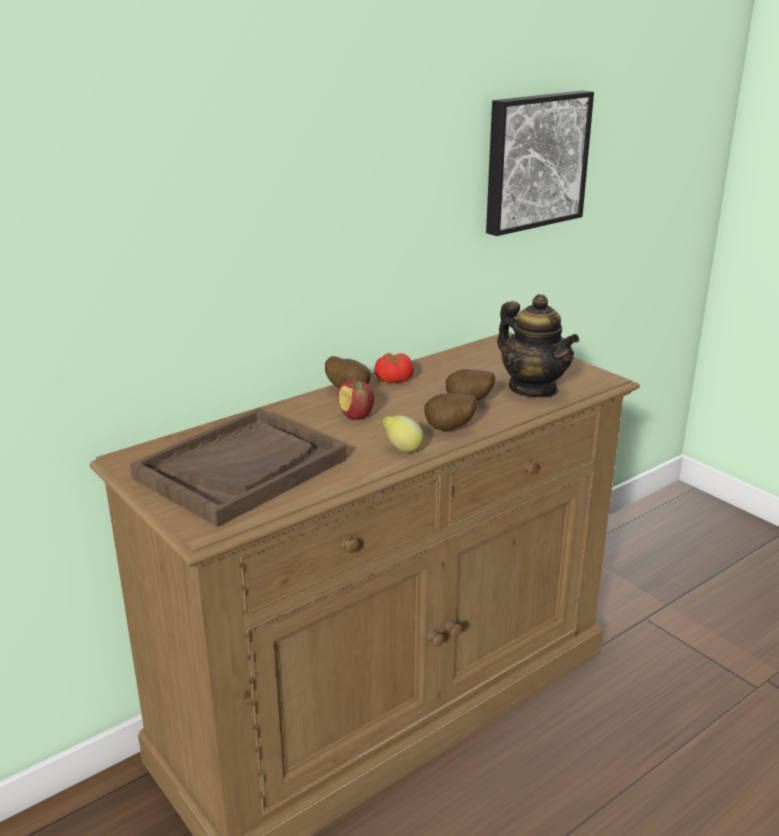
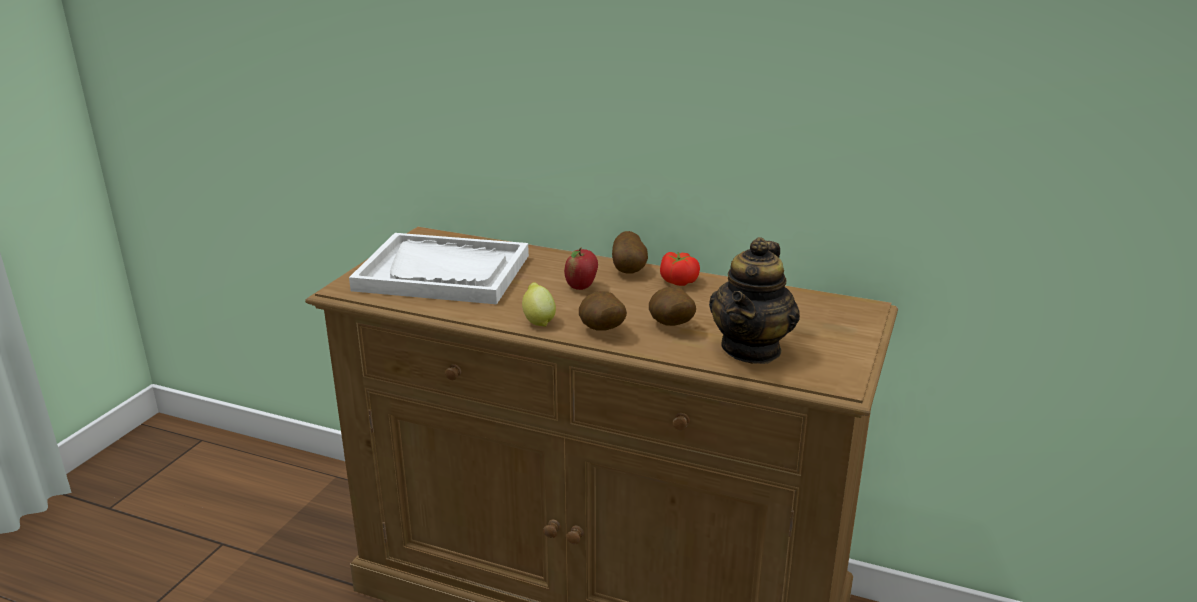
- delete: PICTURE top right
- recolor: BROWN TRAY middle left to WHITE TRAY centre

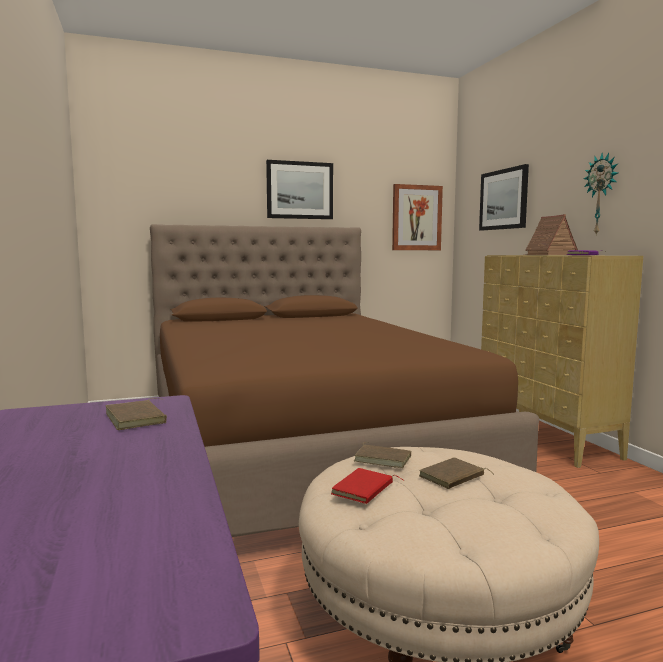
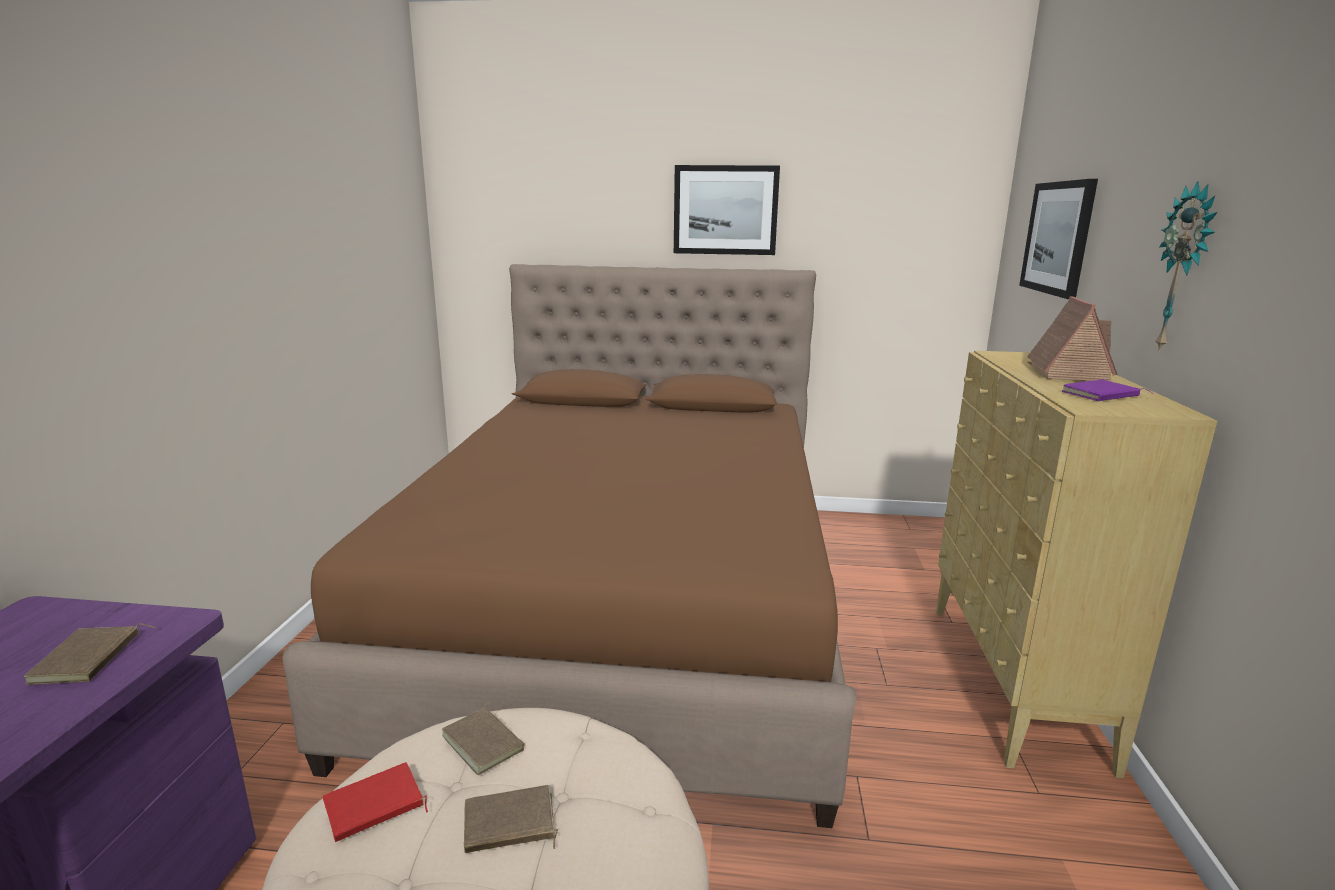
- delete: PICTURE (2nd from left) top centre

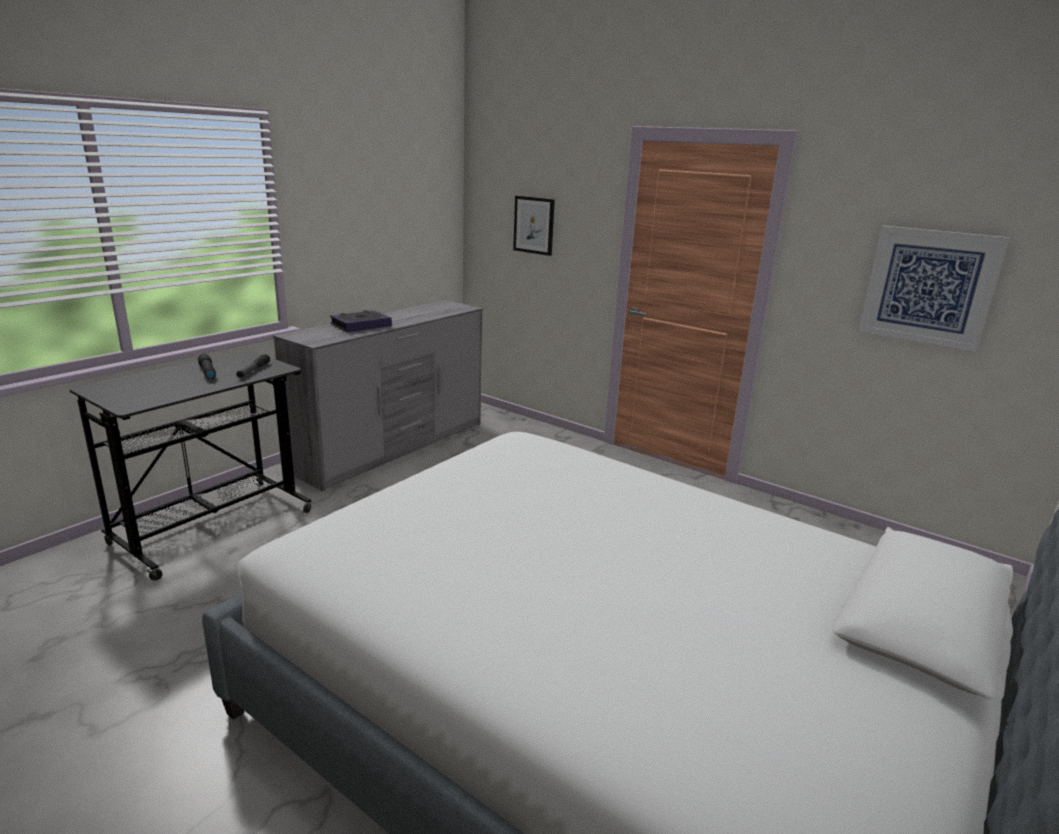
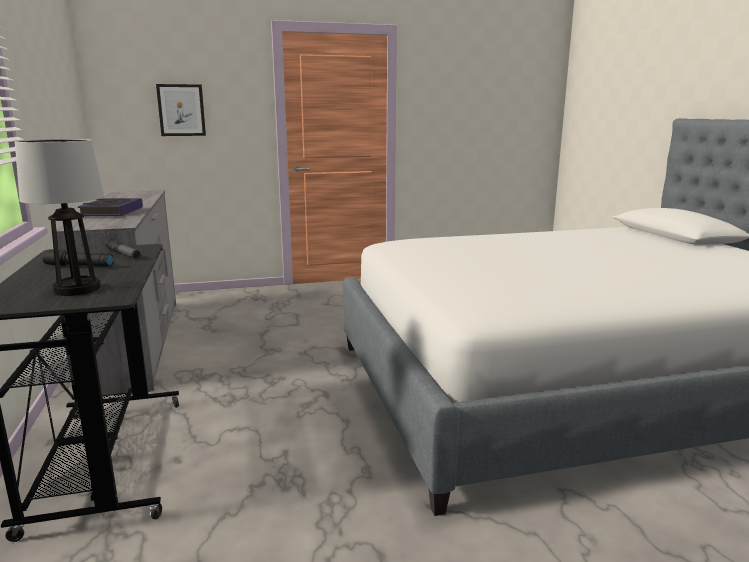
- delete: PICTURE (2nd from left) middle right
- insert: TABLE LAMP middle left

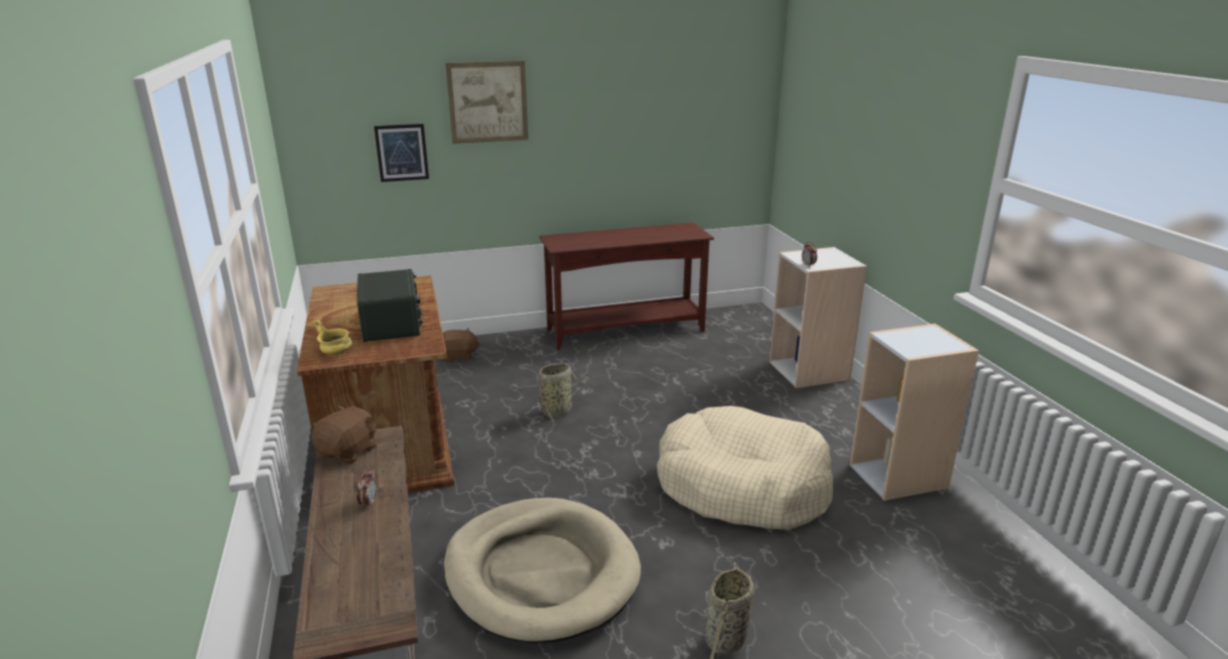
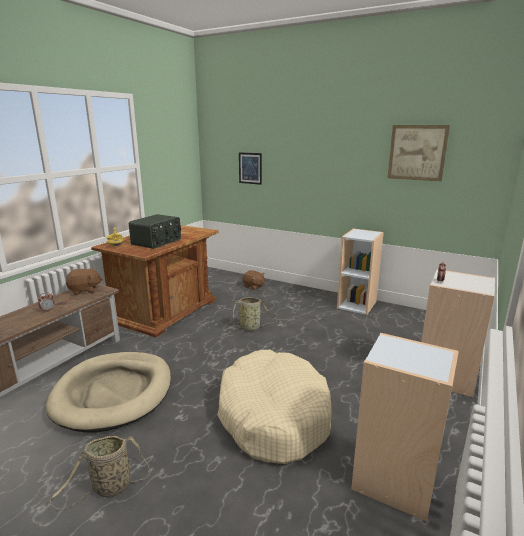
- move: PICTURE (2nd from left) top centre to top right
- replace: BROWN CONSOLE TABLE centre to BOOKCASE (1st from left) middle right

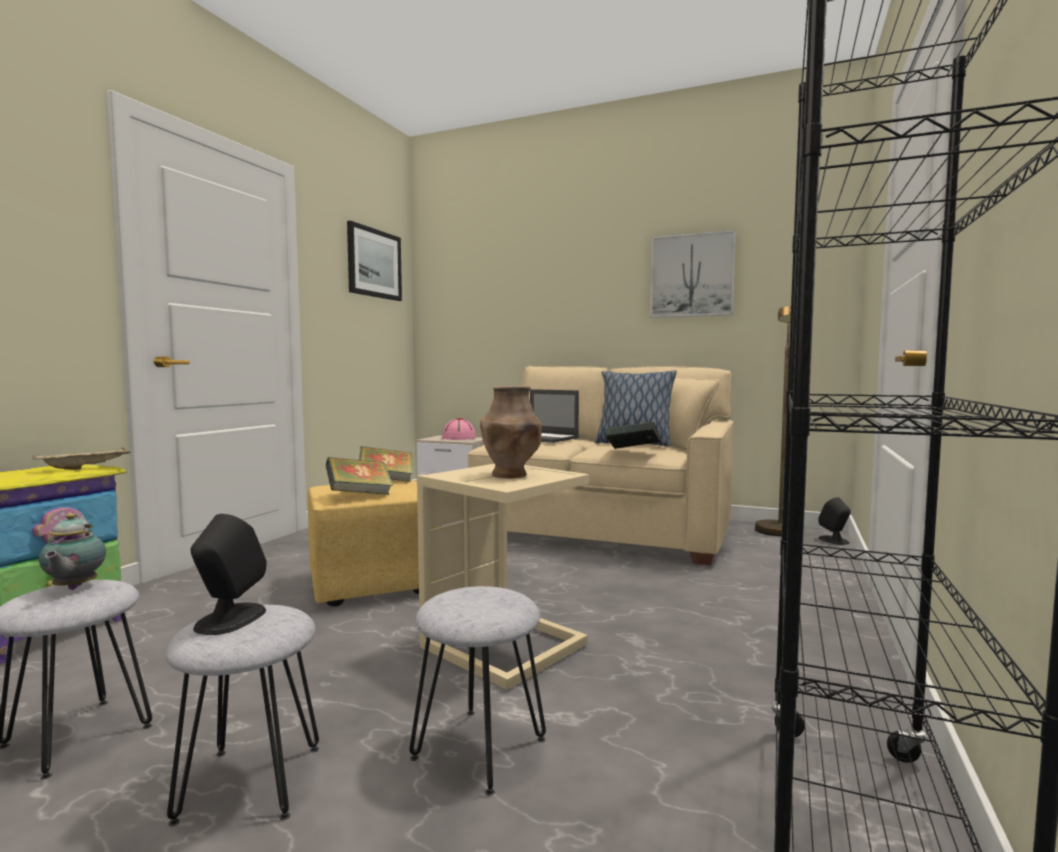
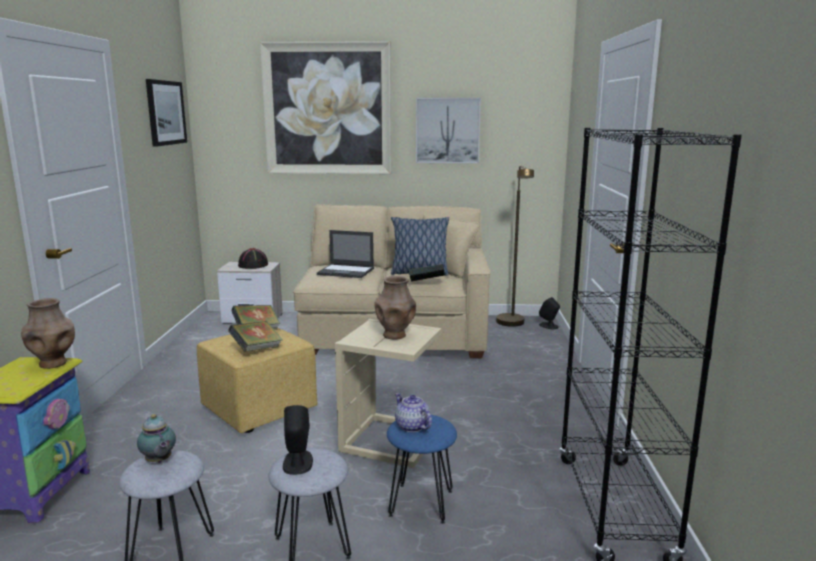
- recolor: PINK HAT centre to BLACK HAT middle left
- replace: BEIGE TRAY middle left to BROWN VASE (1st from left) middle left
- recolor: GREY STOOL (3rd from left) bottom centre to BLUE STOOL bottom centre
- insert: PICTURE (2nd from left) top centre
- insert: TEAPOT (2nd from left) bottom centre

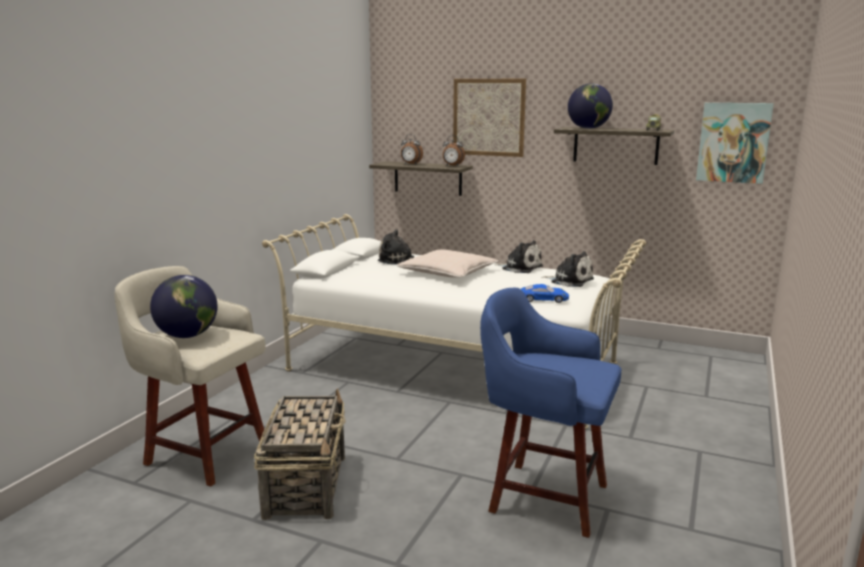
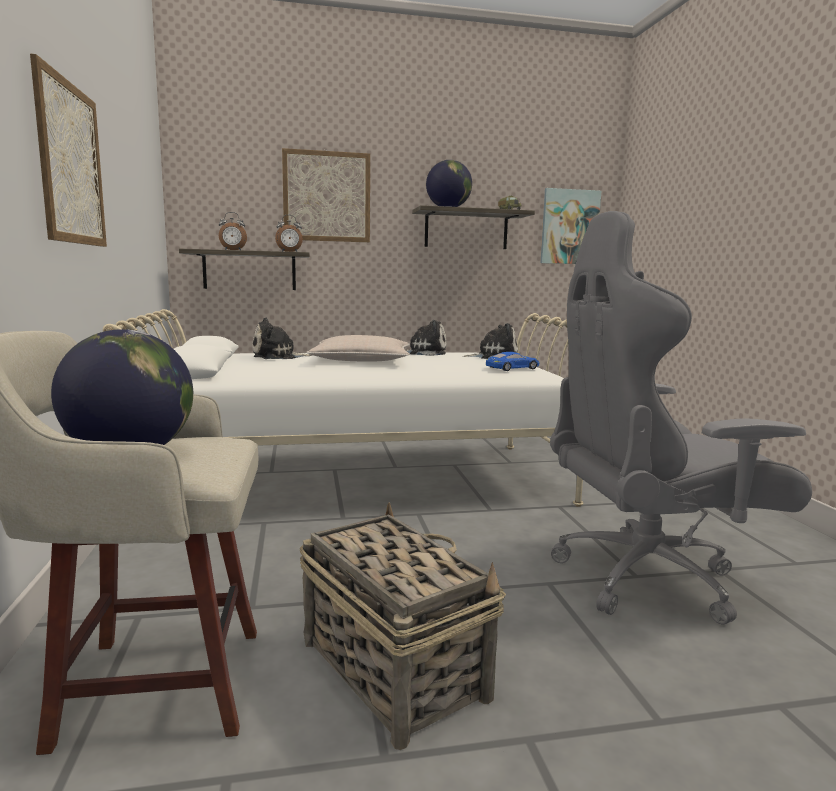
- replace: BLUE STOOL bottom centre to GREY OFFICE CHAIR middle right
- insert: PICTURE (1st from left) top left

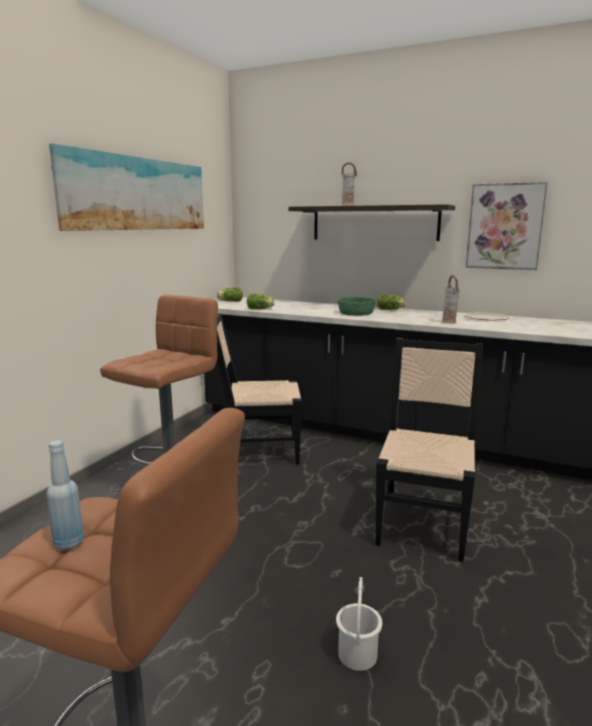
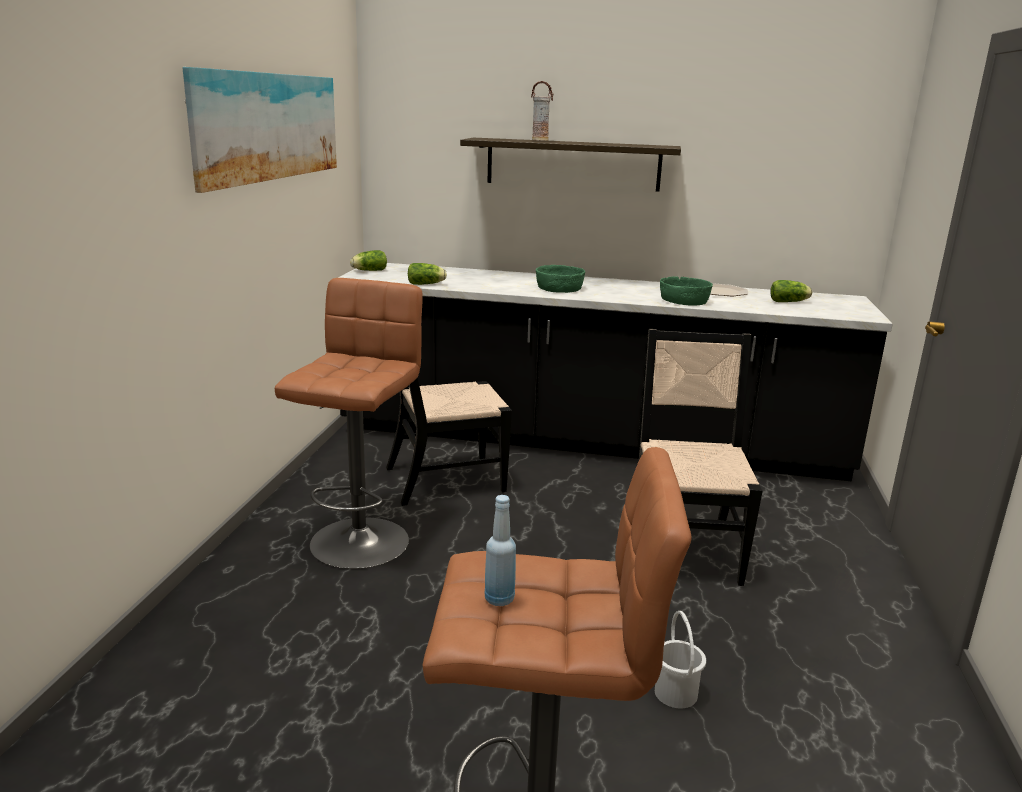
- delete: PICTURE (2nd from left) top right
- replace: VASE (2nd from left) middle right to GREEN BOWL (2nd from left) middle right
- move: LETTUCE (3rd from left) centre to middle right

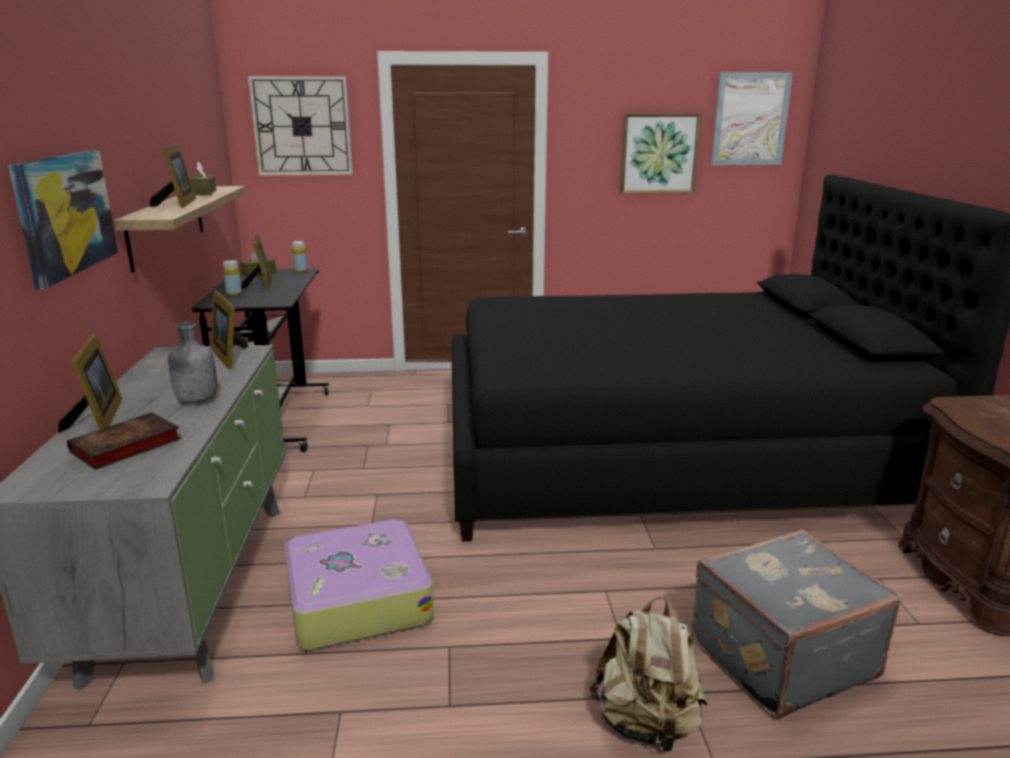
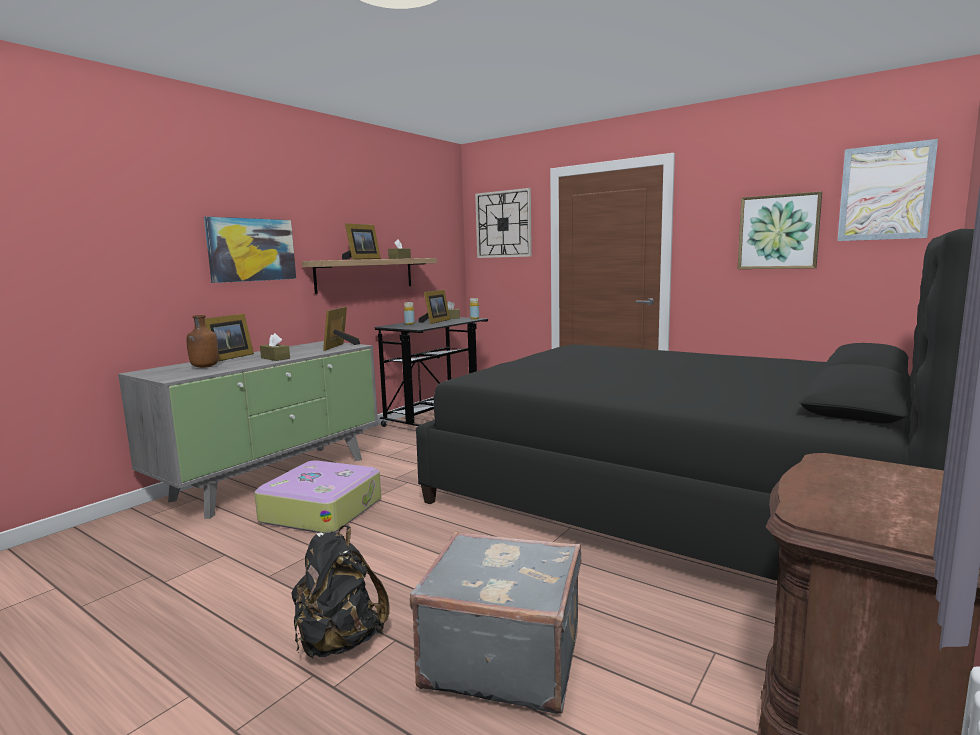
- replace: GREY BOTTLE middle left to BROWN TISSUE BOX (1st from left) middle left
- replace: BOOK middle left to BROWN BOTTLE middle left
- recolor: BEIGE BACKPACK bottom centre to BLACK BACKPACK bottom centre

